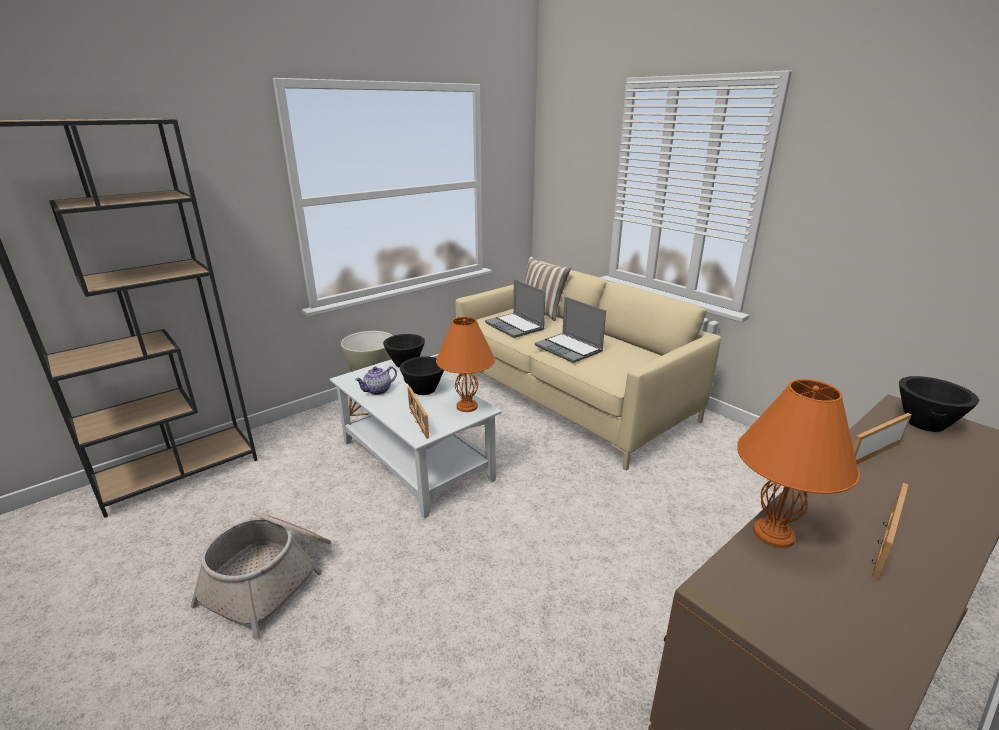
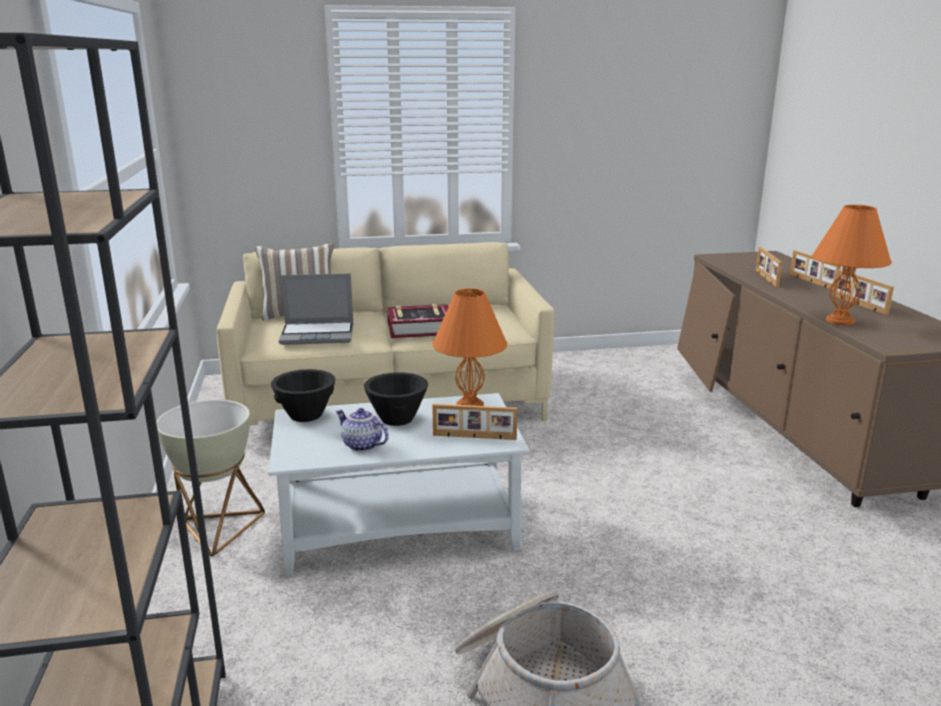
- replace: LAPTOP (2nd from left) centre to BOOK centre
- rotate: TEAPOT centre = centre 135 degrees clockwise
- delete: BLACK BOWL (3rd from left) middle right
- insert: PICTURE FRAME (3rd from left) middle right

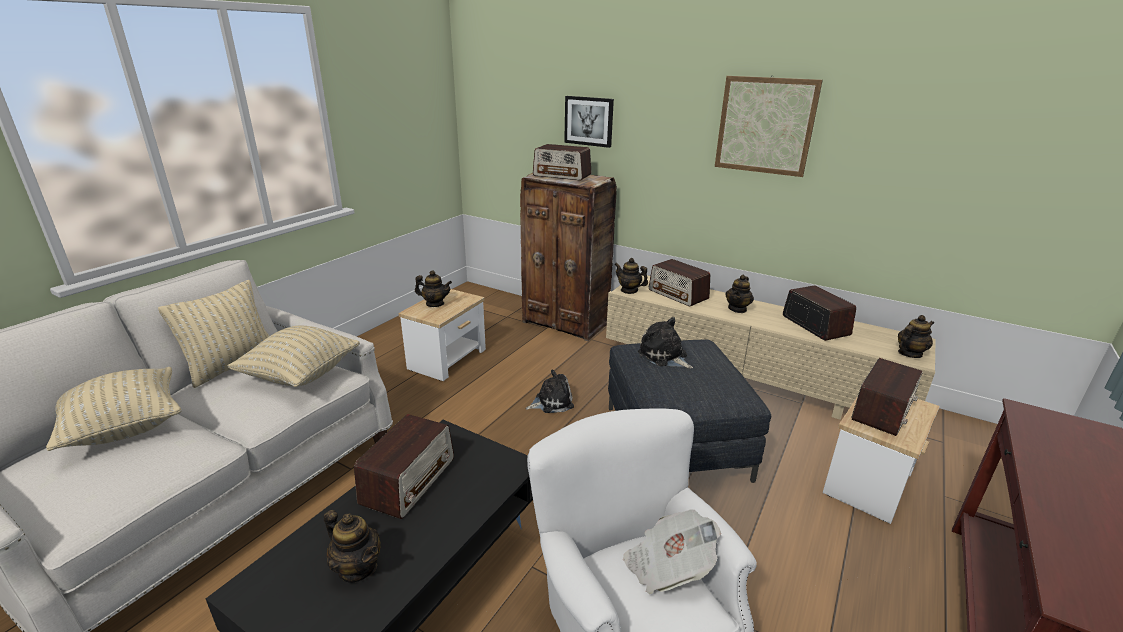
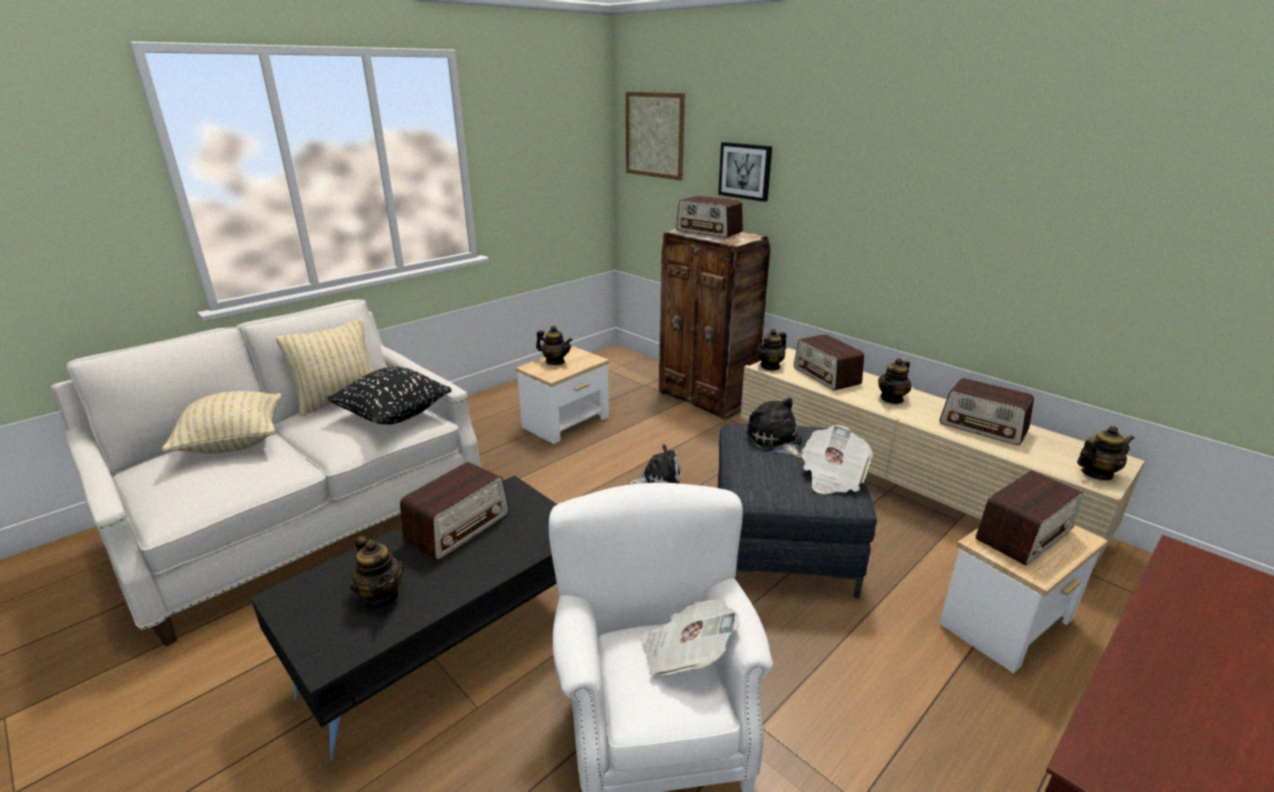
- move: PICTURE (2nd from left in the first image) top right to PICTURE (1st from left) top centre
- rotate: TEAPOT (3rd from left) centre = centre 90 degrees counterclockwise
- rotate: RADIO (4th from left) middle right = middle right 135 degrees clockwise
- recolor: BEIGE PILLOW (3rd from left) middle left to BLACK PILLOW middle left
- insert: NEWSPAPER (2nd from left) centre

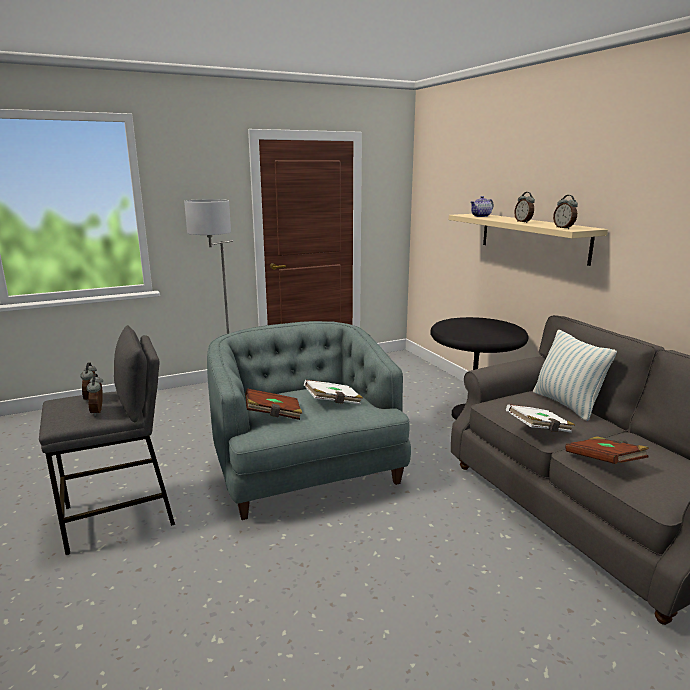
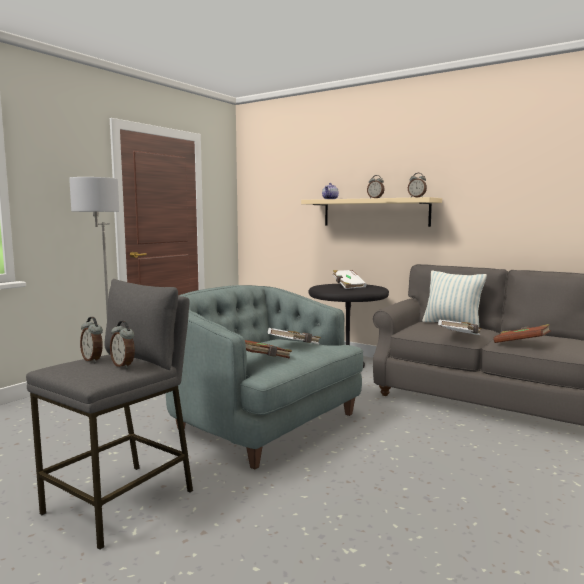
- insert: WHITE BOOK (2nd from left) centre

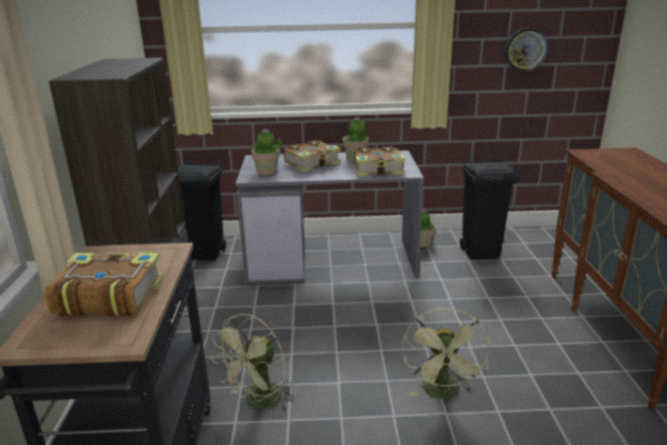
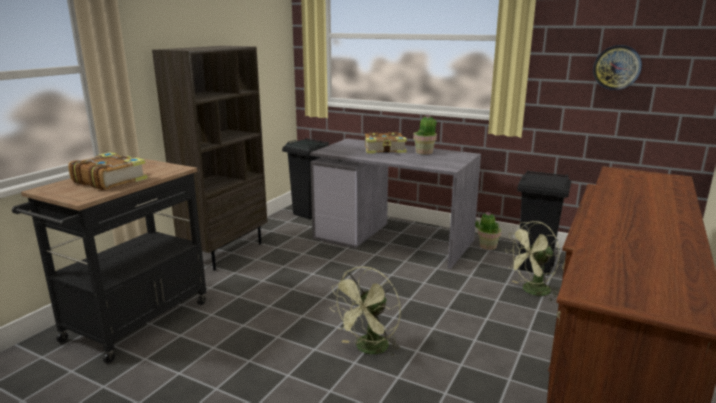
- delete: POTTED PLANT (1st from left) centre
- delete: BOOK (3rd from left) centre
- move: GREEN FAN (1st from left in the first image) bottom centre to GREEN FAN (2nd from left) middle right

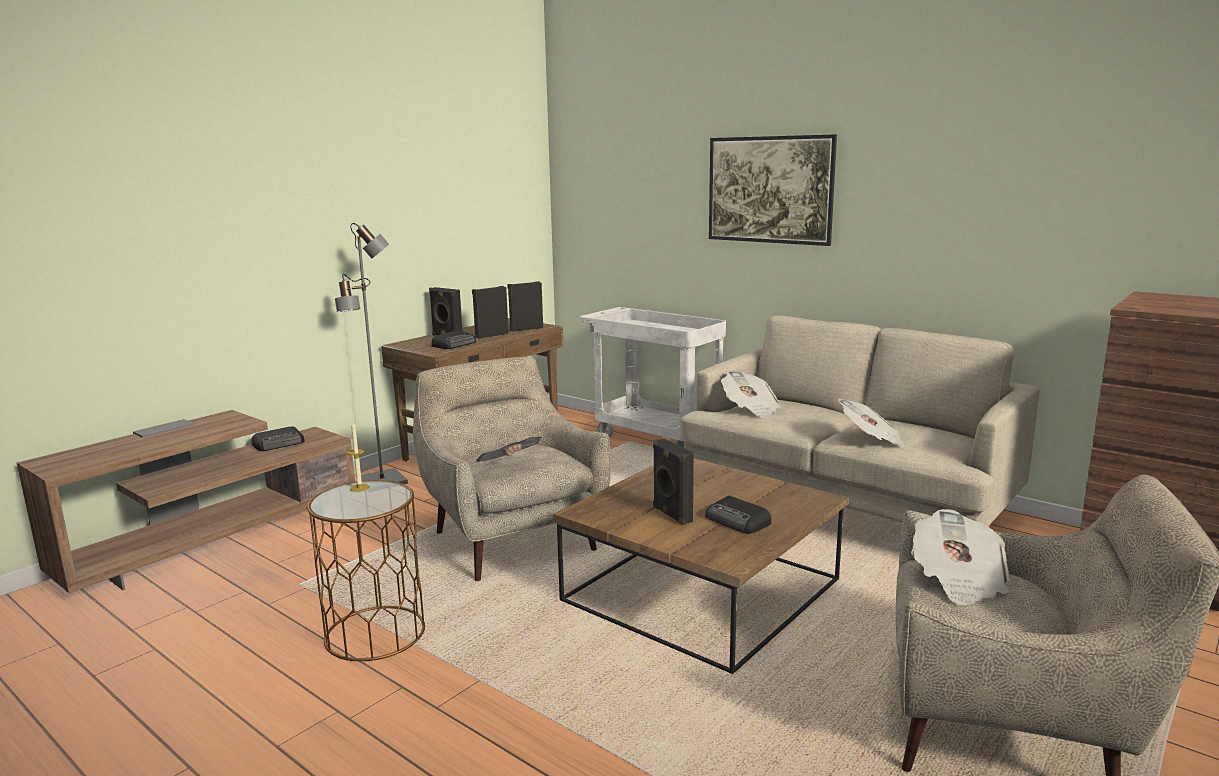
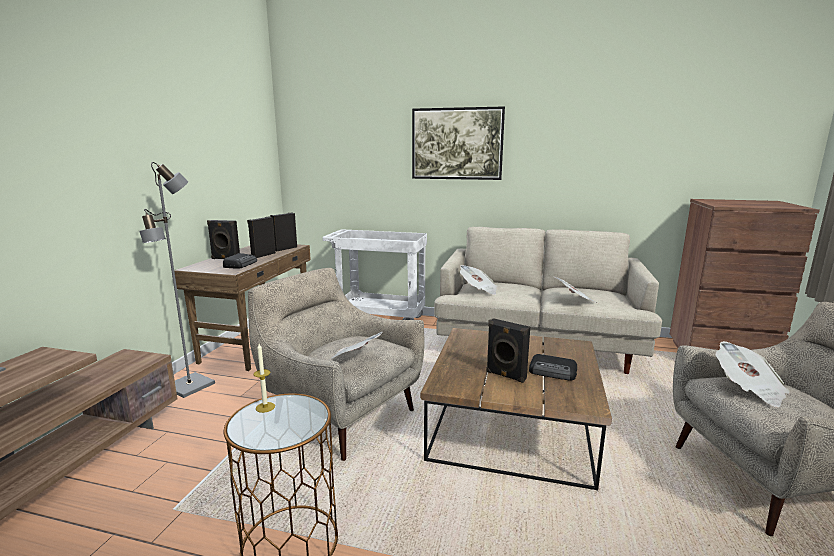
- delete: RADIO (1st from left) middle left

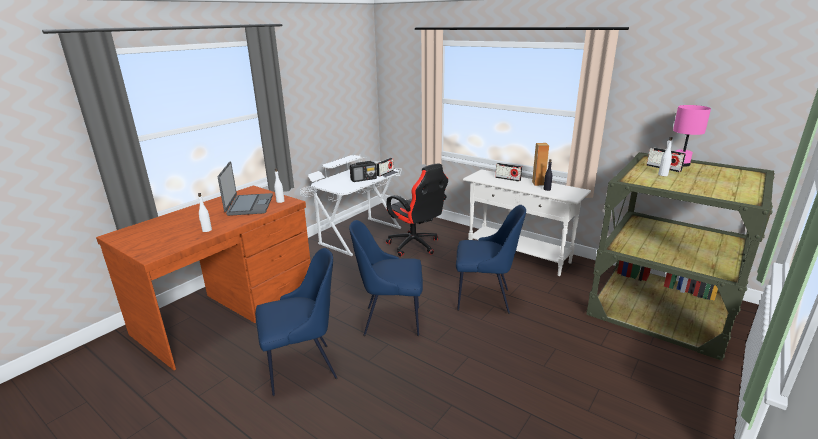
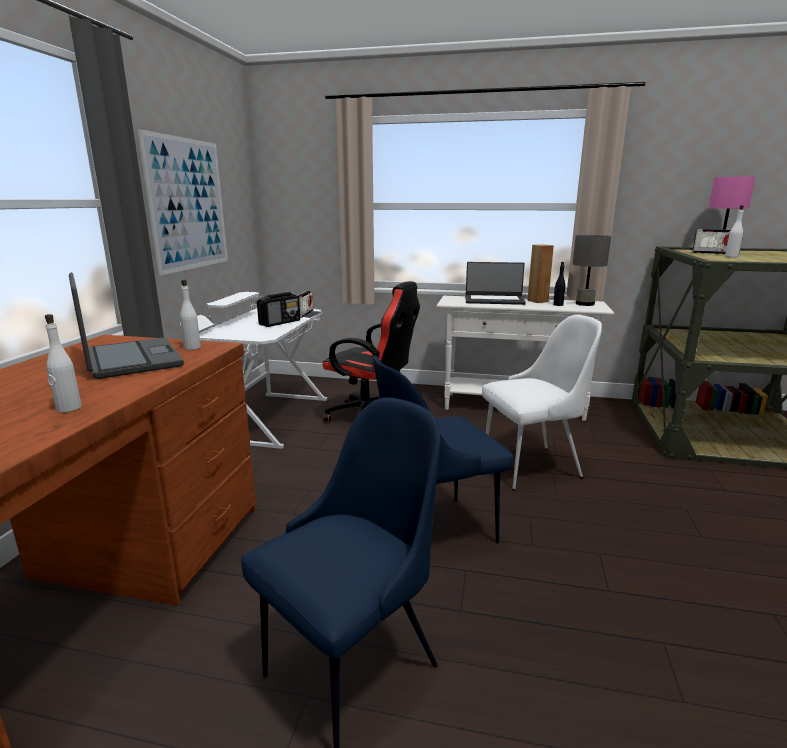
- replace: RADIO (3rd from left) centre to LAPTOP (2nd from left) centre
- recolor: BLUE CHAIR (3rd from left) centre to WHITE CHAIR middle right
- insert: PICTURE top left
- insert: GREY TABLE LAMP middle right

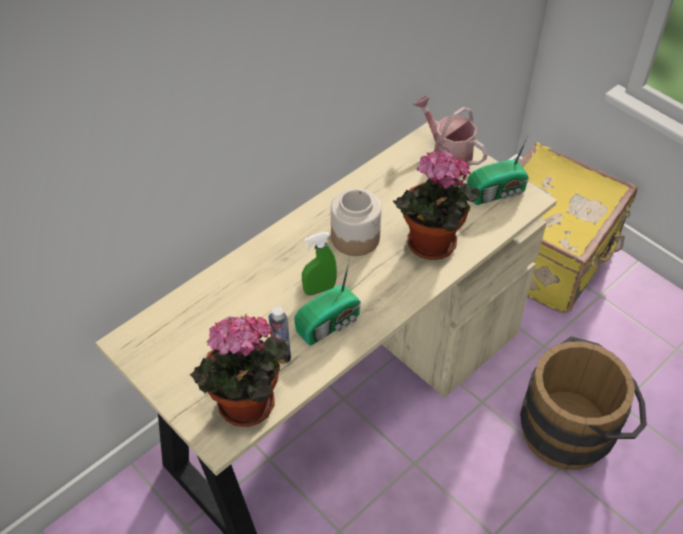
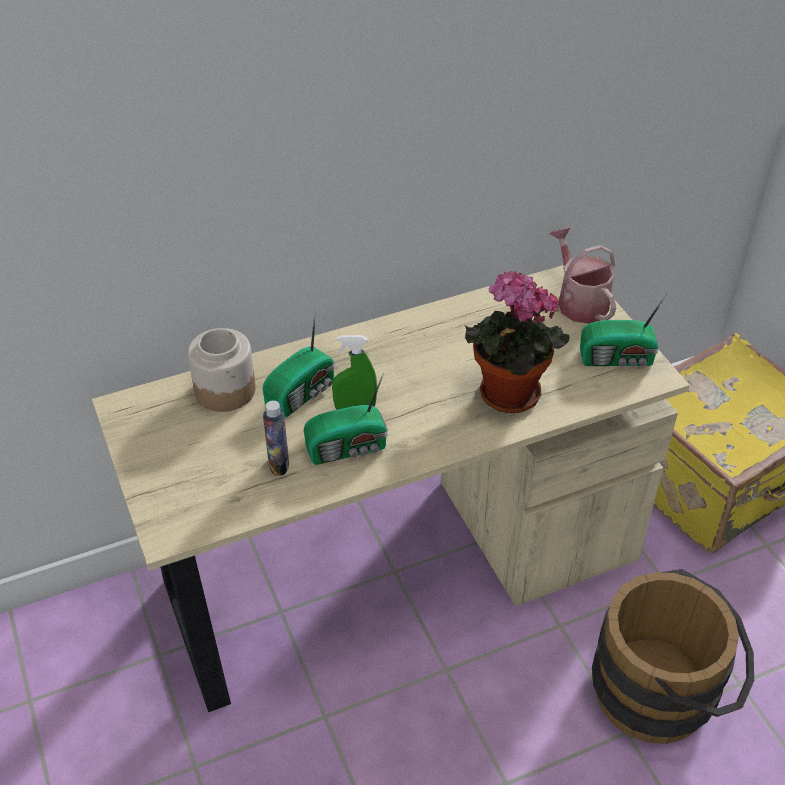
- move: JAR centre to middle left
- delete: POTTED PLANT (1st from left) bottom centre
- insert: RADIO (1st from left) centre

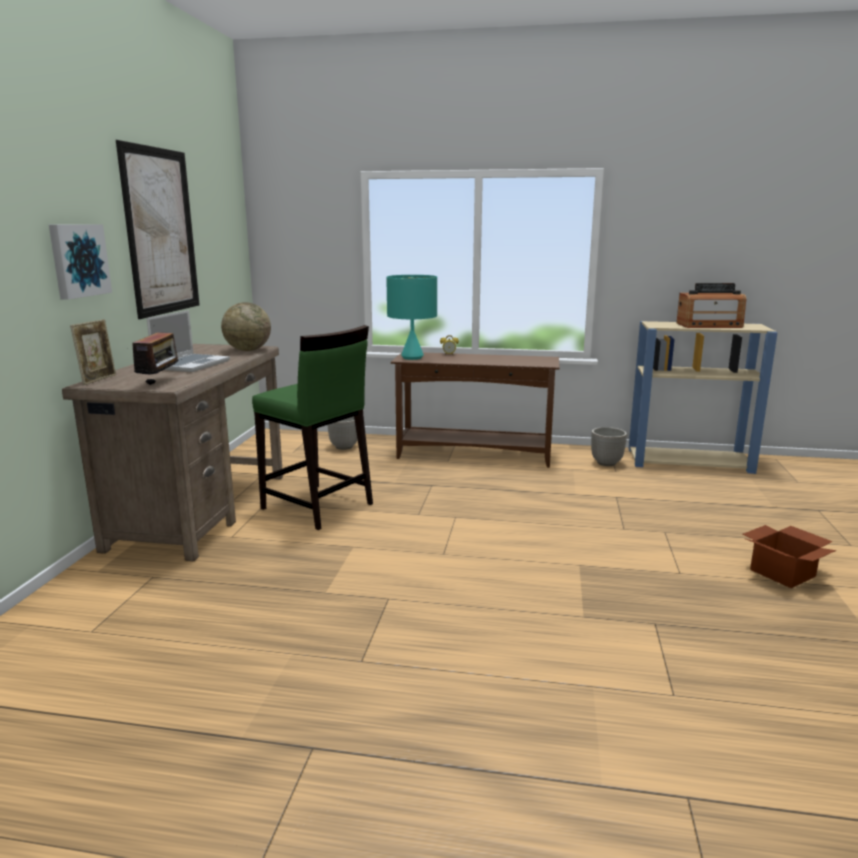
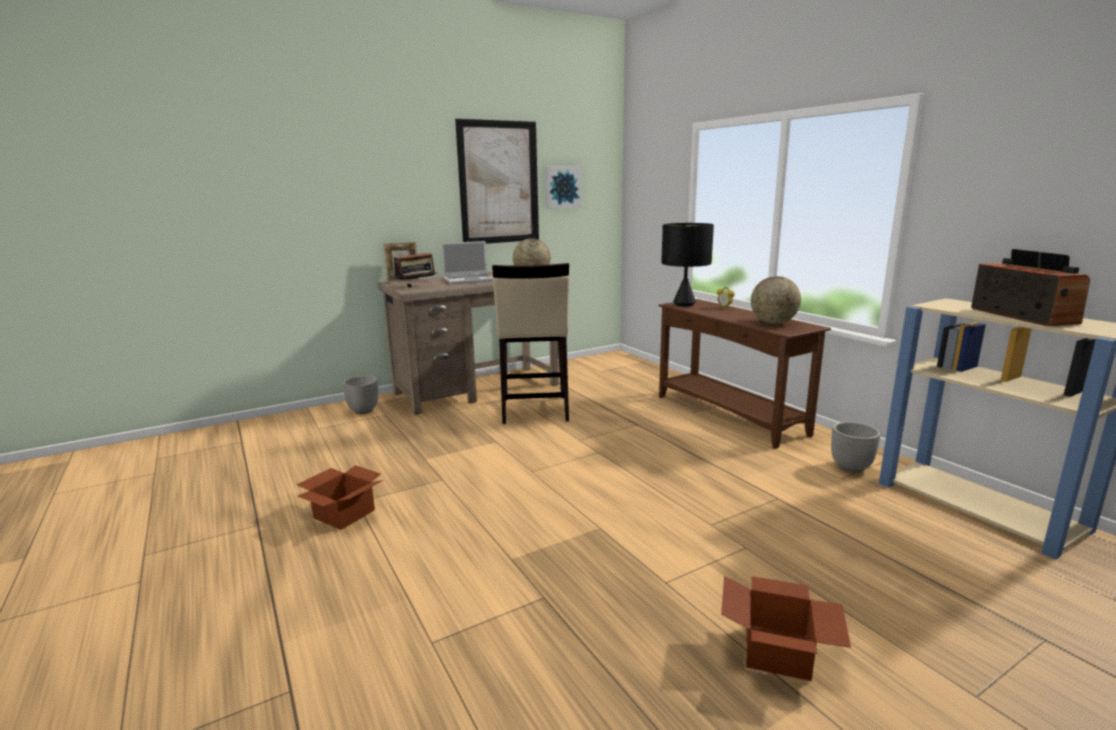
- move: PICTURE (1st from left in the first image) top left to PICTURE (2nd from left) top centre
- recolor: TURQUOISE TABLE LAMP centre to BLACK TABLE LAMP centre
- rotate: RADIO (2nd from left) middle right = middle right 150 degrees counterclockwise
- recolor: GREEN STOOL centre to BEIGE STOOL centre
- move: PLANTER (1st from left) centre to middle left
- insert: GLOBE (2nd from left) middle right
- insert: CARDBOARD BOX (1st from left) bottom left

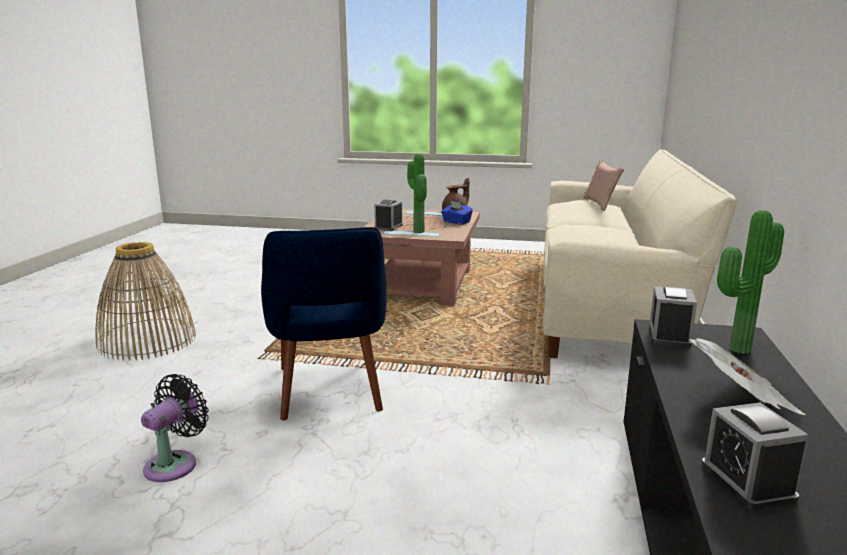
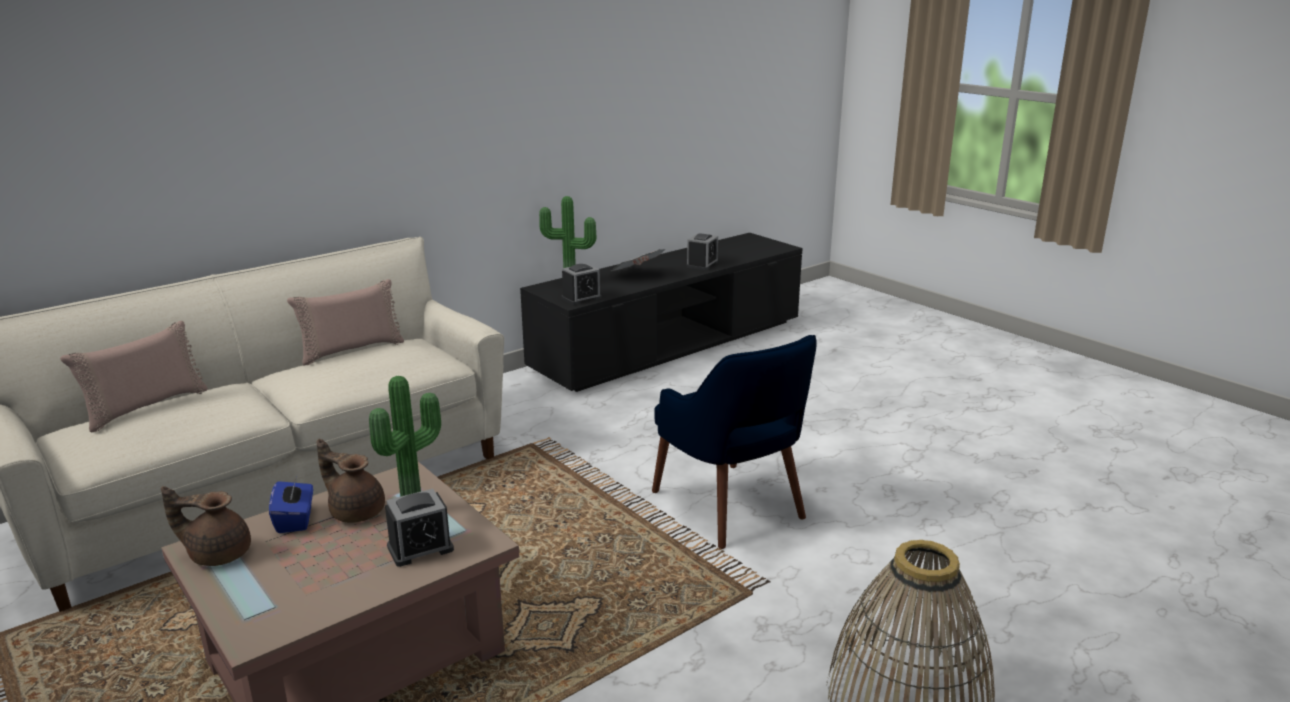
- rotate: BLUE ARMCHAIR centre = centre 120 degrees clockwise
- delete: BLACK FAN bottom left
- insert: BEIGE PILLOW (2nd from left) middle left
- insert: BROWN TEAPOT (2nd from left) bottom left

